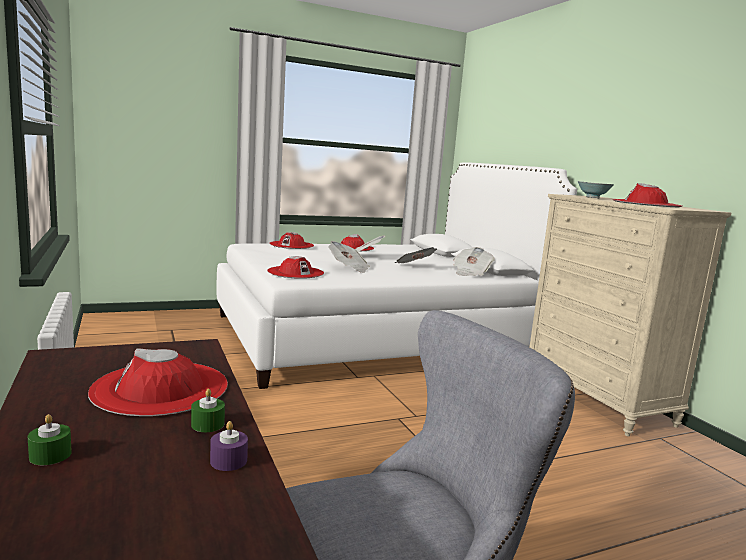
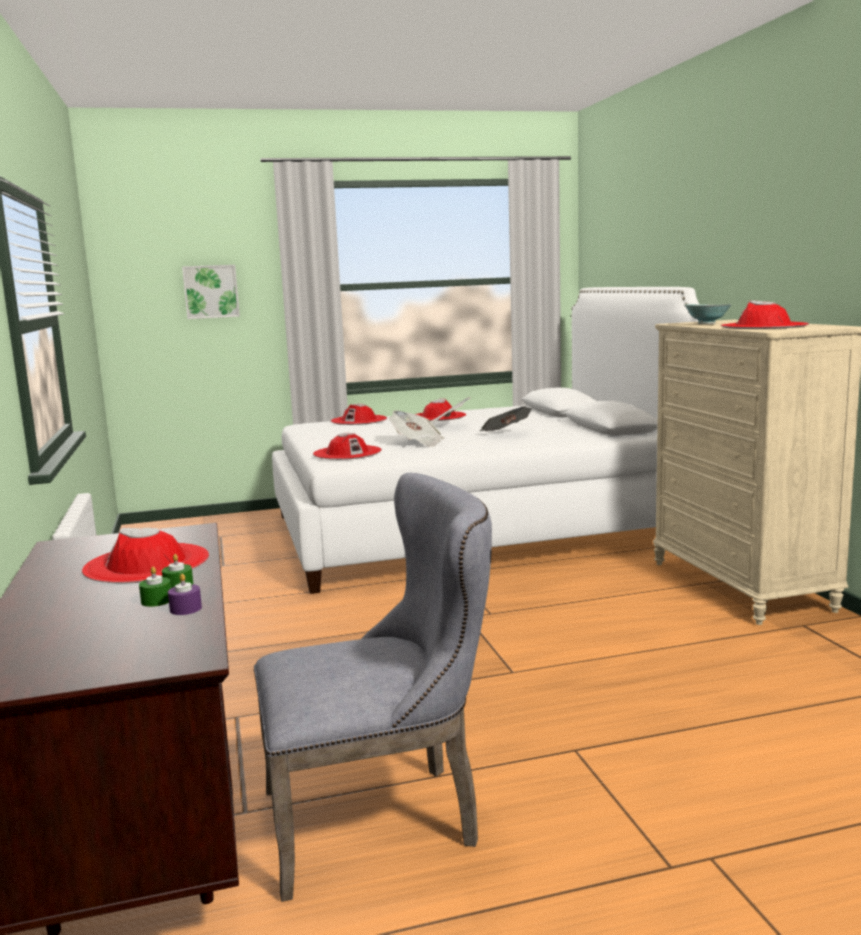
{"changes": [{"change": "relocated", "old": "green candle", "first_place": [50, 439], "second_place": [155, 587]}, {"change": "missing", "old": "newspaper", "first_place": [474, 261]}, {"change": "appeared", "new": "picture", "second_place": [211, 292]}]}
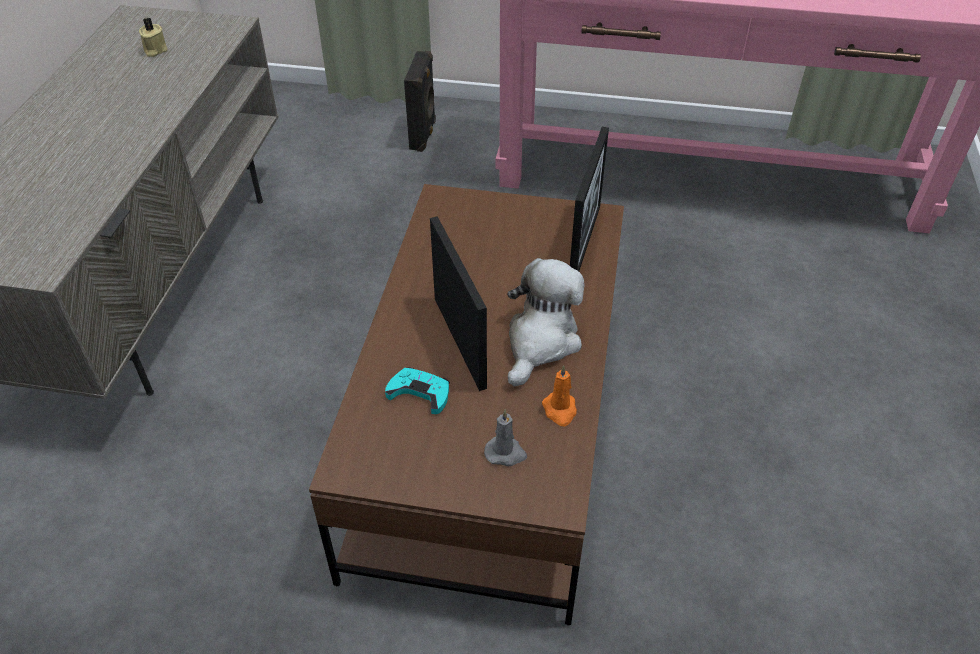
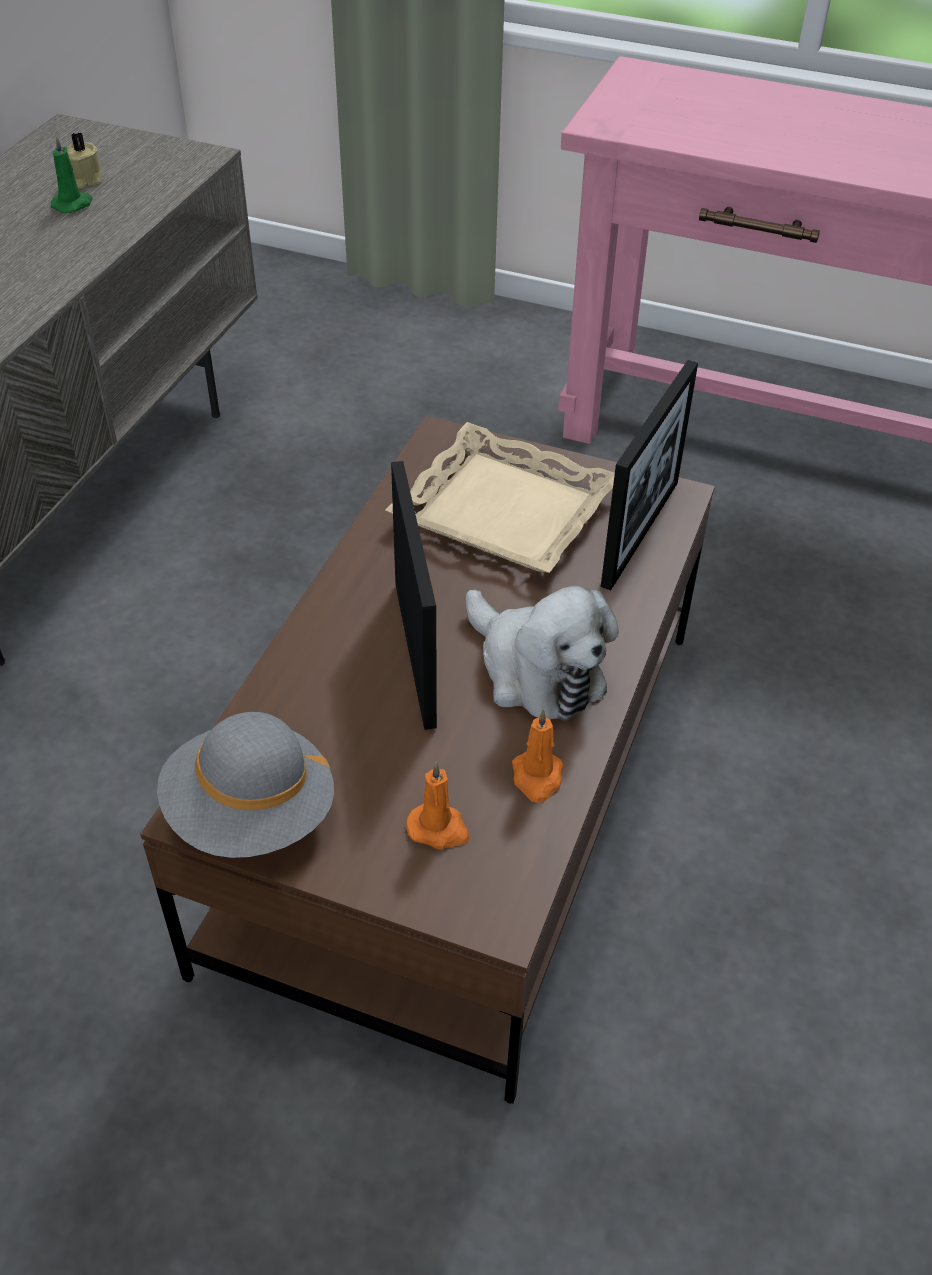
{"changes": [{"change": "missing", "old": "turquoise game controller", "first_place": [417, 390]}, {"change": "missing", "old": "black speaker", "first_place": [420, 101]}, {"change": "colour", "old": "grey candle", "new": "orange candle", "first_place": [505, 438], "second_place": [438, 805]}, {"change": "spun", "old": "plush toy", "first_place": [546, 322], "second_place": [542, 653], "degrees": 105}, {"change": "appeared", "new": "green candle", "second_place": [72, 174]}, {"change": "appeared", "new": "grey hat", "second_place": [245, 785]}, {"change": "appeared", "new": "beige tray", "second_place": [500, 497]}]}
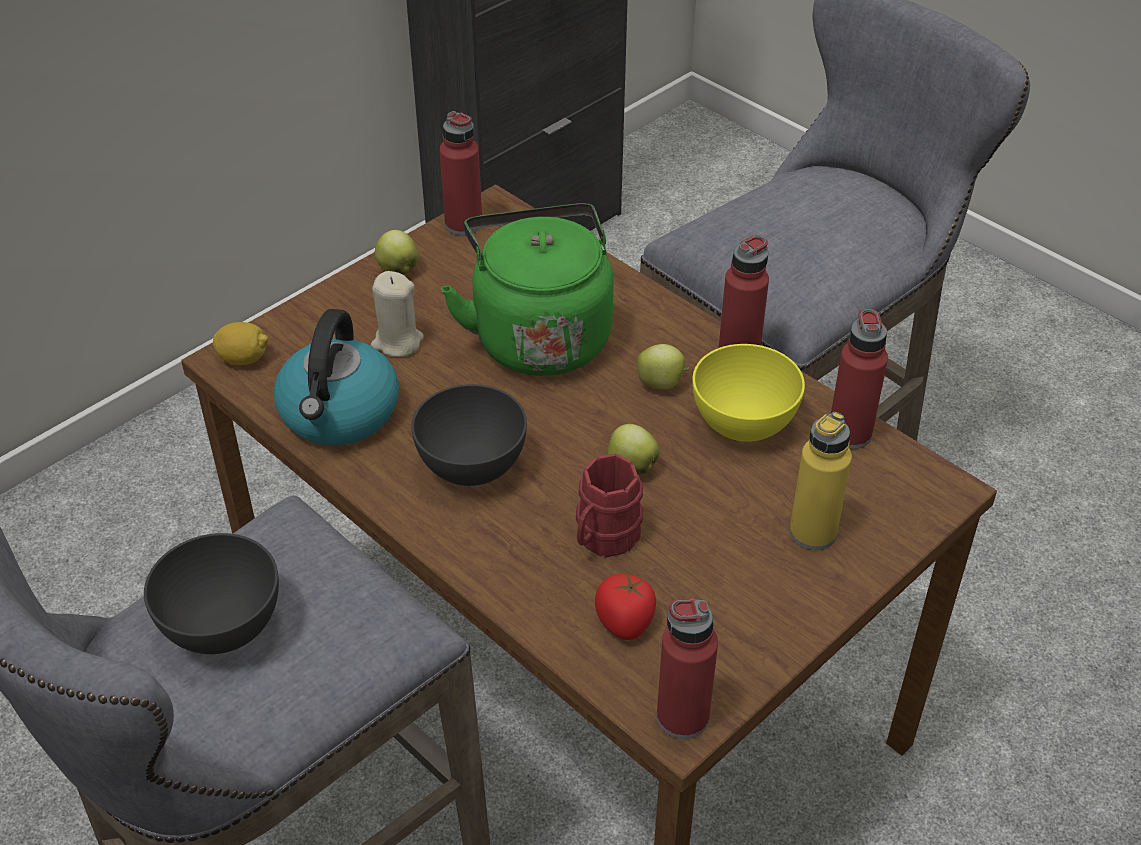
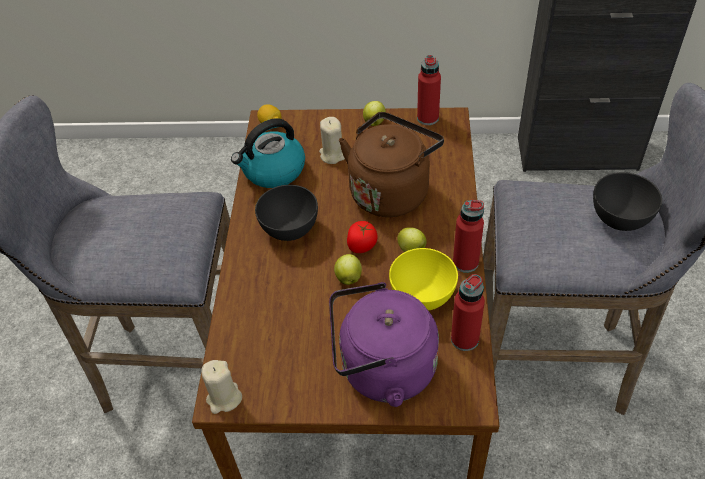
{"changes": [{"change": "relocated", "old": "grey bowl", "first_place": [211, 593], "second_place": [627, 201]}, {"change": "colour", "old": "green kettle", "new": "brown kettle", "first_place": [527, 289], "second_place": [391, 164]}, {"change": "missing", "old": "red mug", "first_place": [609, 505]}, {"change": "relocated", "old": "tomato", "first_place": [625, 607], "second_place": [362, 237]}, {"change": "exchanged", "old": "red bottle", "new": "beige candle", "first_place": [687, 668], "second_place": [221, 387]}, {"change": "exchanged", "old": "yellow bottle", "new": "purple kettle", "first_place": [821, 481], "second_place": [384, 344]}]}
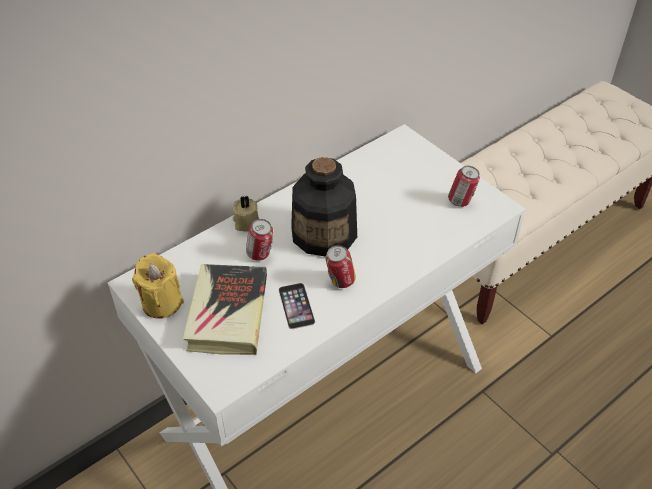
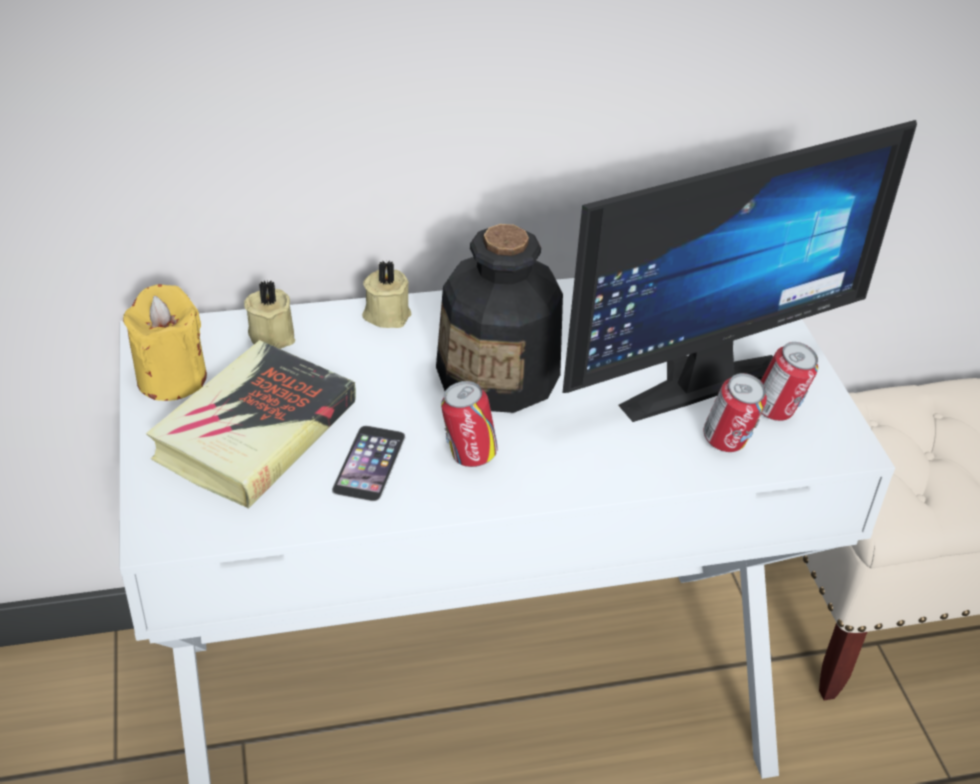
{"changes": [{"change": "relocated", "old": "can", "first_place": [259, 240], "second_place": [735, 412]}, {"change": "appeared", "new": "beige candle", "second_place": [269, 314]}, {"change": "appeared", "new": "monitor", "second_place": [739, 271]}]}
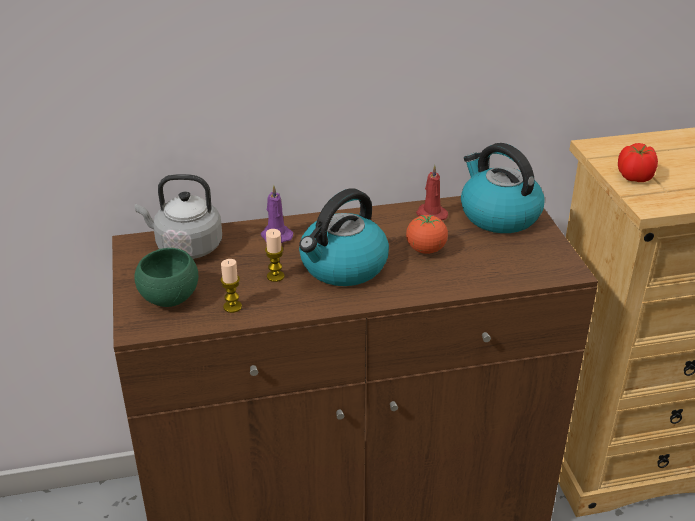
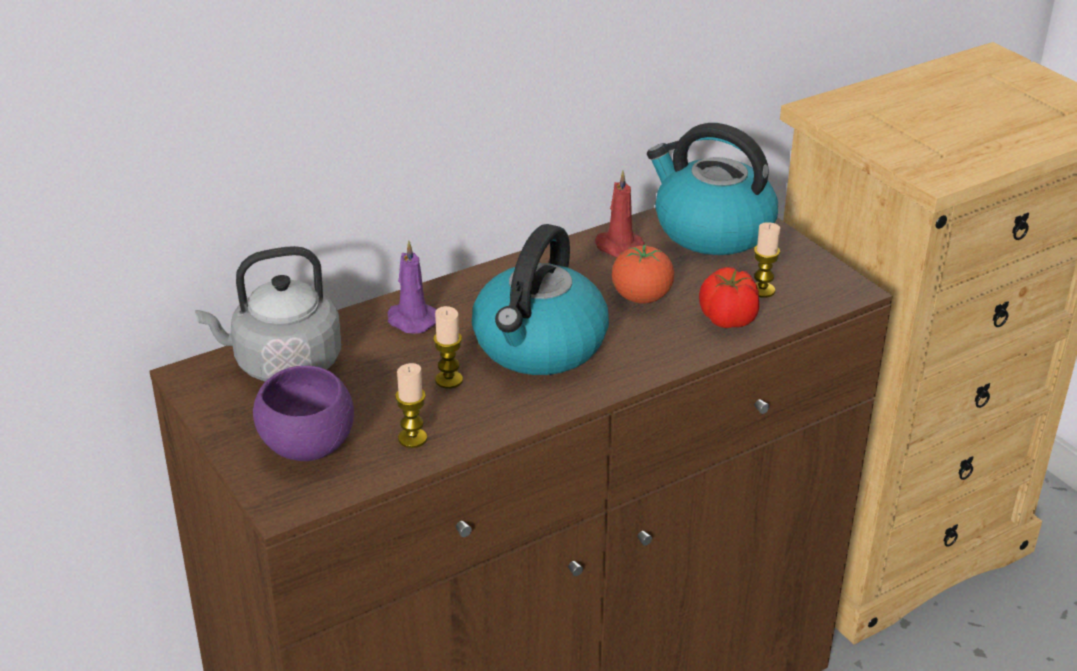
{"changes": [{"change": "colour", "old": "green bowl", "new": "purple bowl", "first_place": [166, 277], "second_place": [303, 413]}, {"change": "relocated", "old": "tomato", "first_place": [638, 162], "second_place": [729, 297]}, {"change": "appeared", "new": "candle", "second_place": [767, 260]}]}
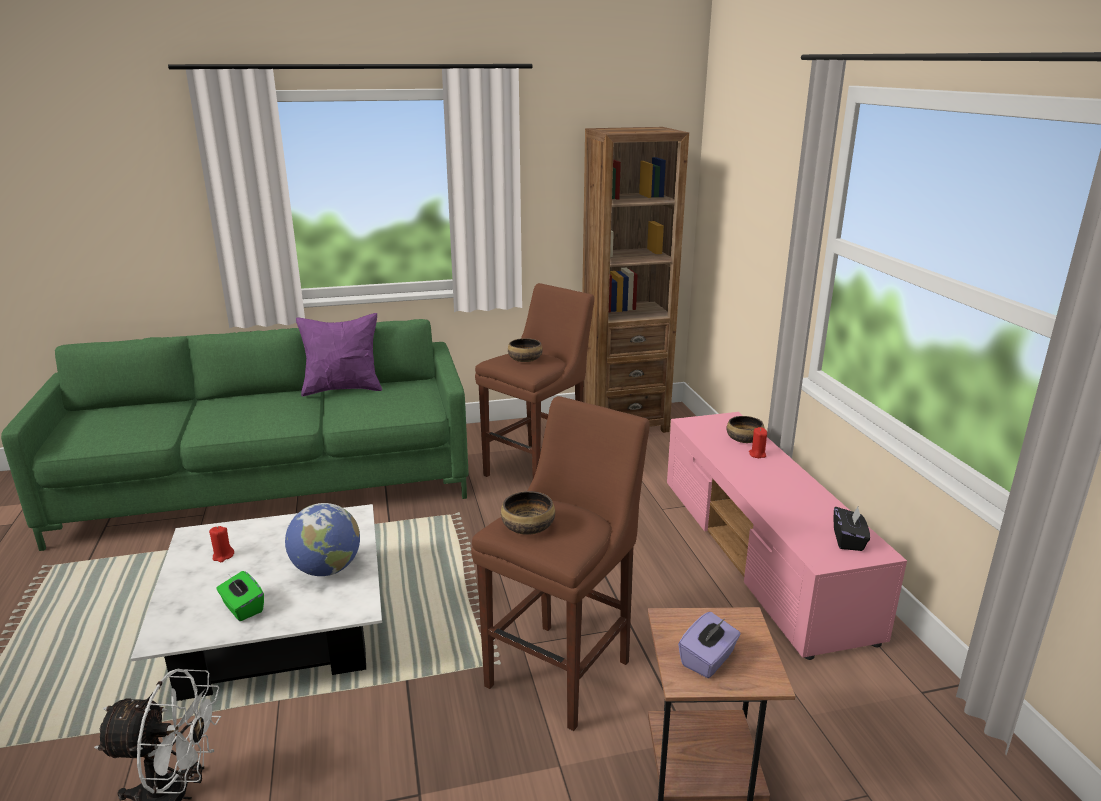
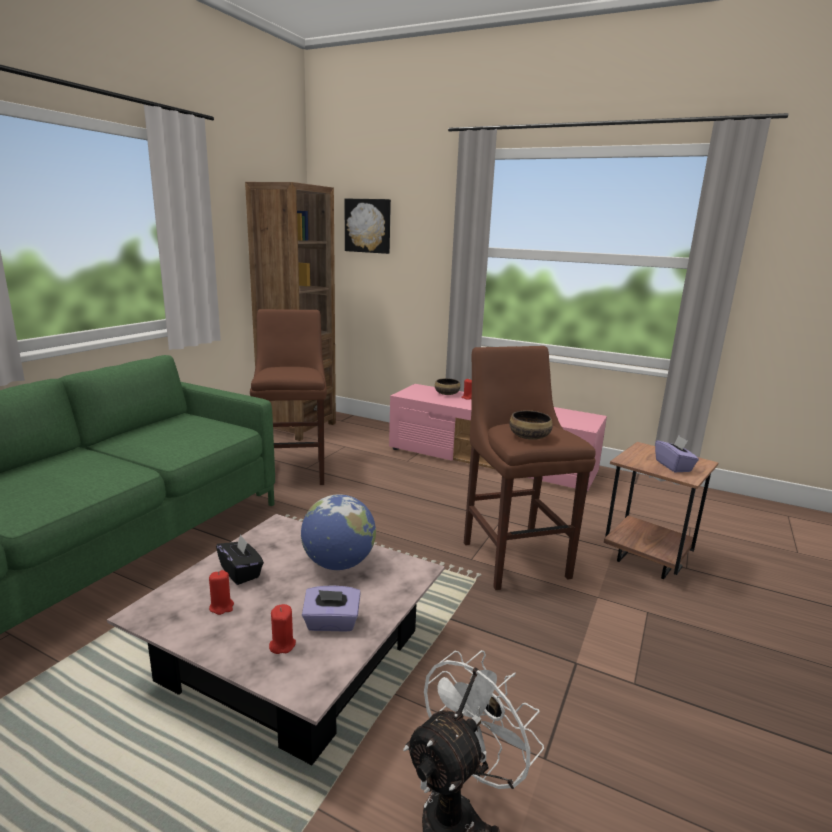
{"changes": [{"change": "colour", "old": "white coffee table", "new": "pink coffee table", "first_place": [256, 602], "second_place": [276, 639]}, {"change": "colour", "old": "green tissue box", "new": "purple tissue box", "first_place": [240, 596], "second_place": [331, 608]}, {"change": "missing", "old": "purple pillow", "first_place": [339, 354]}, {"change": "missing", "old": "bowl", "first_place": [525, 350]}, {"change": "relocated", "old": "black tissue box", "first_place": [851, 529], "second_place": [240, 559]}, {"change": "appeared", "new": "red candle", "second_place": [282, 629]}, {"change": "appeared", "new": "picture", "second_place": [368, 226]}]}
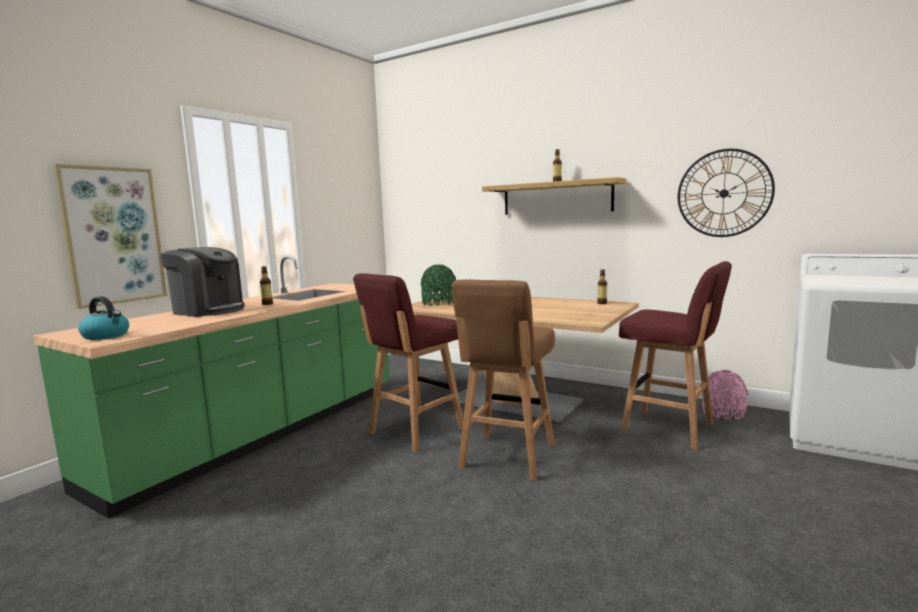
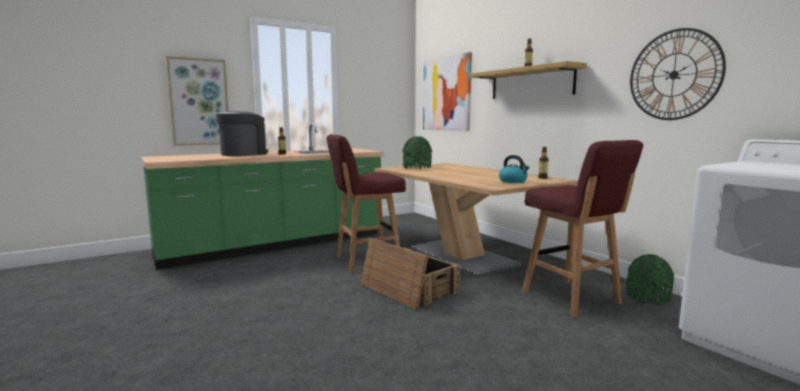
{"changes": [{"change": "relocated", "old": "kettle", "first_place": [103, 318], "second_place": [514, 169]}, {"change": "spun", "old": "coffee machine", "first_place": [202, 282], "second_place": [242, 133], "degrees": -105}, {"change": "exchanged", "old": "brown stool", "new": "crate", "first_place": [503, 380], "second_place": [410, 274]}, {"change": "colour", "old": "pink vase", "new": "green vase", "first_place": [725, 395], "second_place": [650, 279]}, {"change": "appeared", "new": "picture", "second_place": [447, 91]}]}
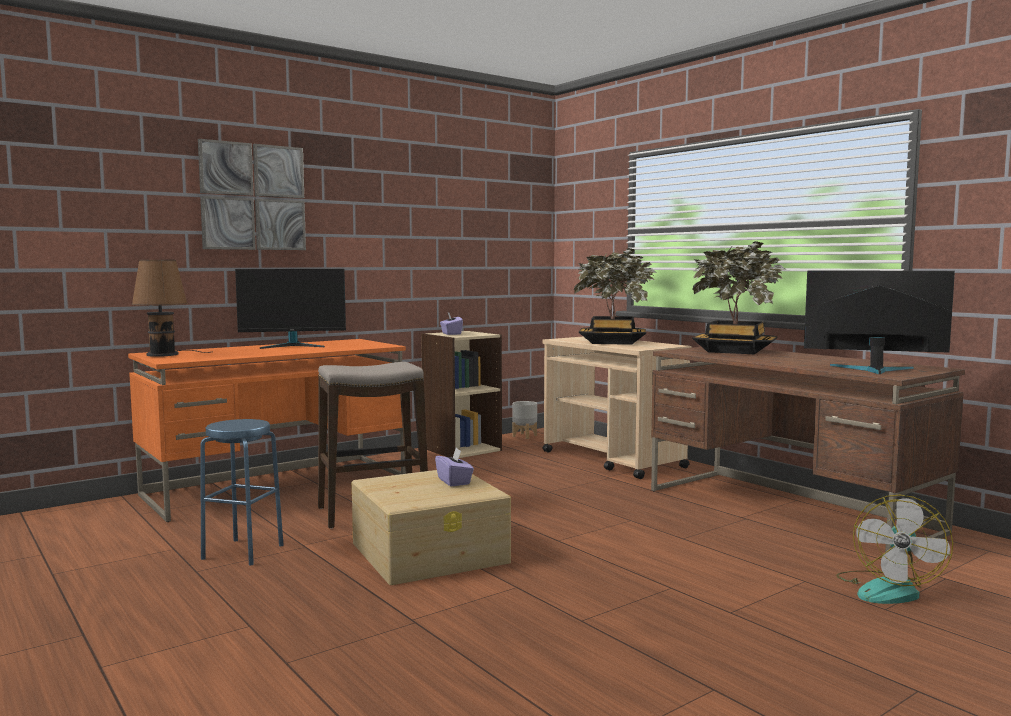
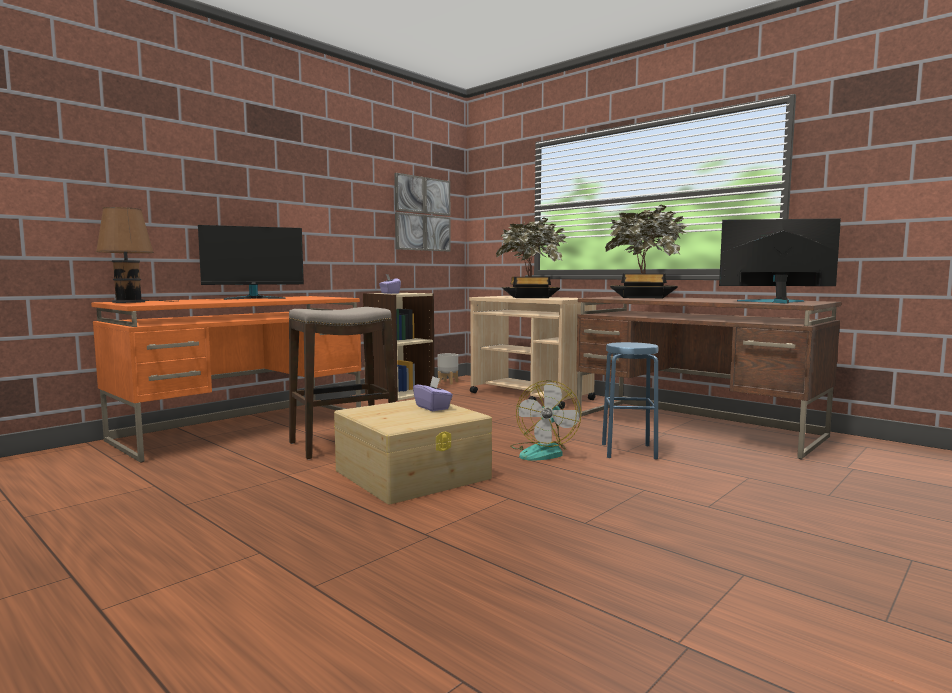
{"changes": [{"change": "relocated", "old": "picture", "first_place": [252, 194], "second_place": [422, 212]}, {"change": "relocated", "old": "blue stool", "first_place": [242, 492], "second_place": [630, 401]}, {"change": "relocated", "old": "fan", "first_place": [894, 549], "second_place": [545, 420]}]}
